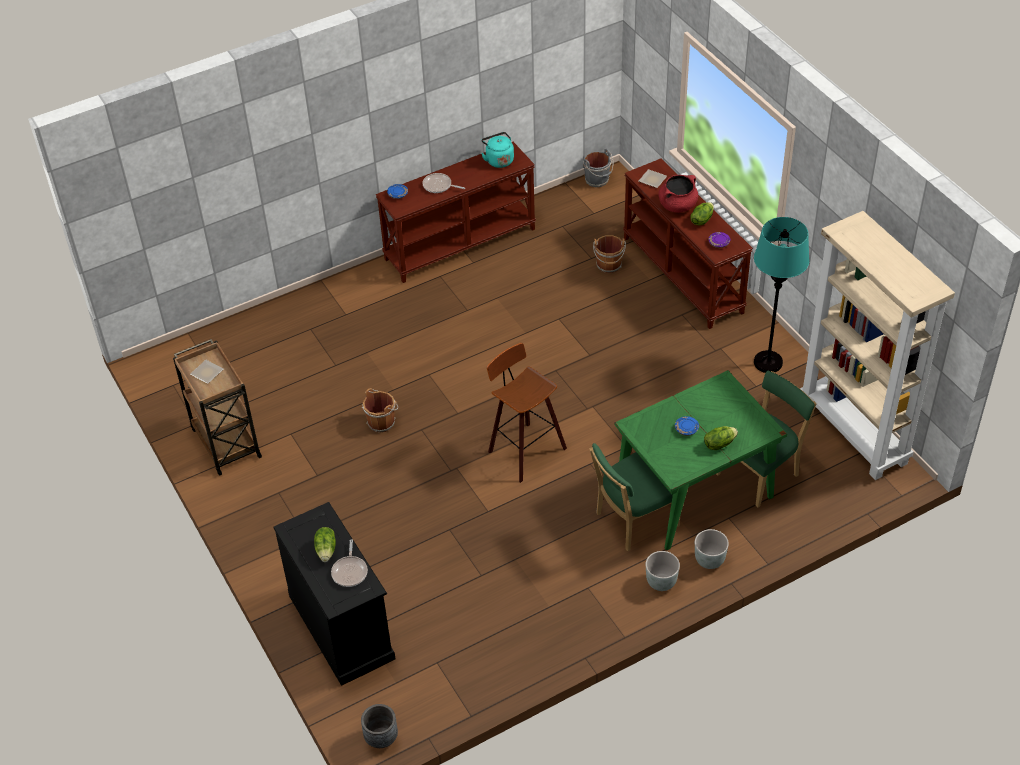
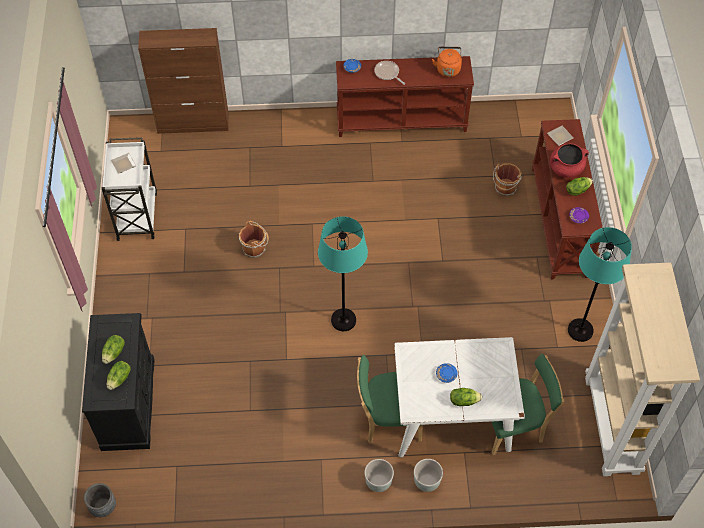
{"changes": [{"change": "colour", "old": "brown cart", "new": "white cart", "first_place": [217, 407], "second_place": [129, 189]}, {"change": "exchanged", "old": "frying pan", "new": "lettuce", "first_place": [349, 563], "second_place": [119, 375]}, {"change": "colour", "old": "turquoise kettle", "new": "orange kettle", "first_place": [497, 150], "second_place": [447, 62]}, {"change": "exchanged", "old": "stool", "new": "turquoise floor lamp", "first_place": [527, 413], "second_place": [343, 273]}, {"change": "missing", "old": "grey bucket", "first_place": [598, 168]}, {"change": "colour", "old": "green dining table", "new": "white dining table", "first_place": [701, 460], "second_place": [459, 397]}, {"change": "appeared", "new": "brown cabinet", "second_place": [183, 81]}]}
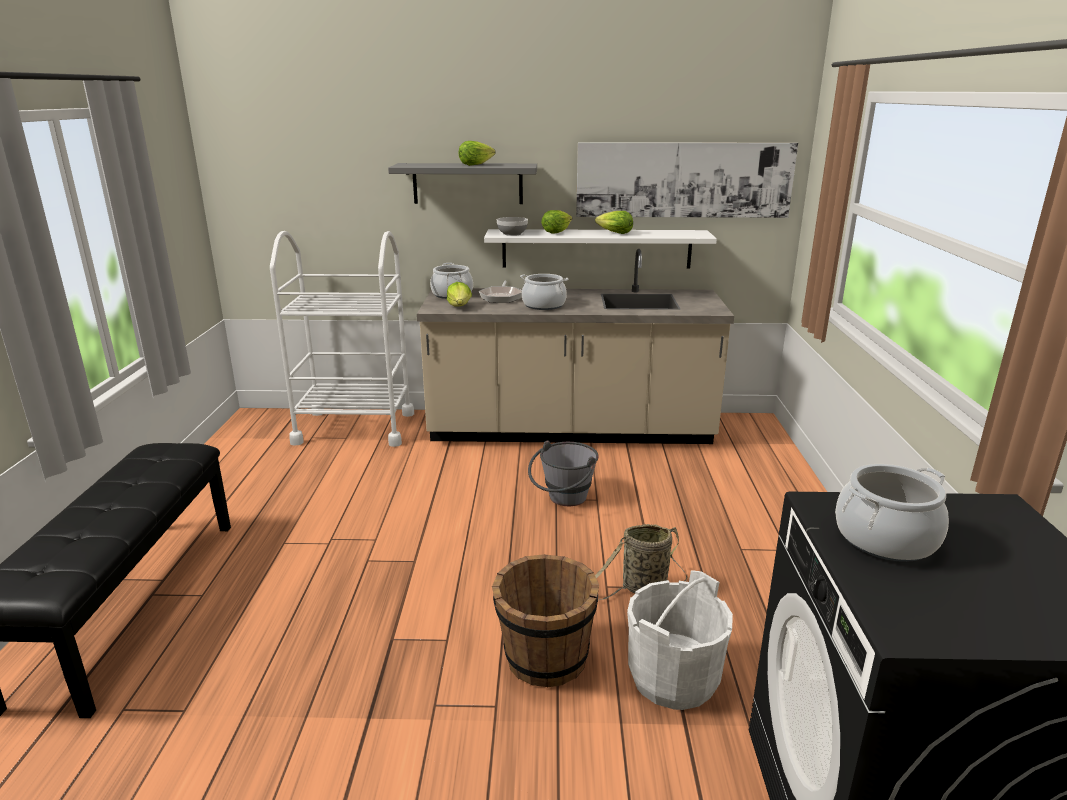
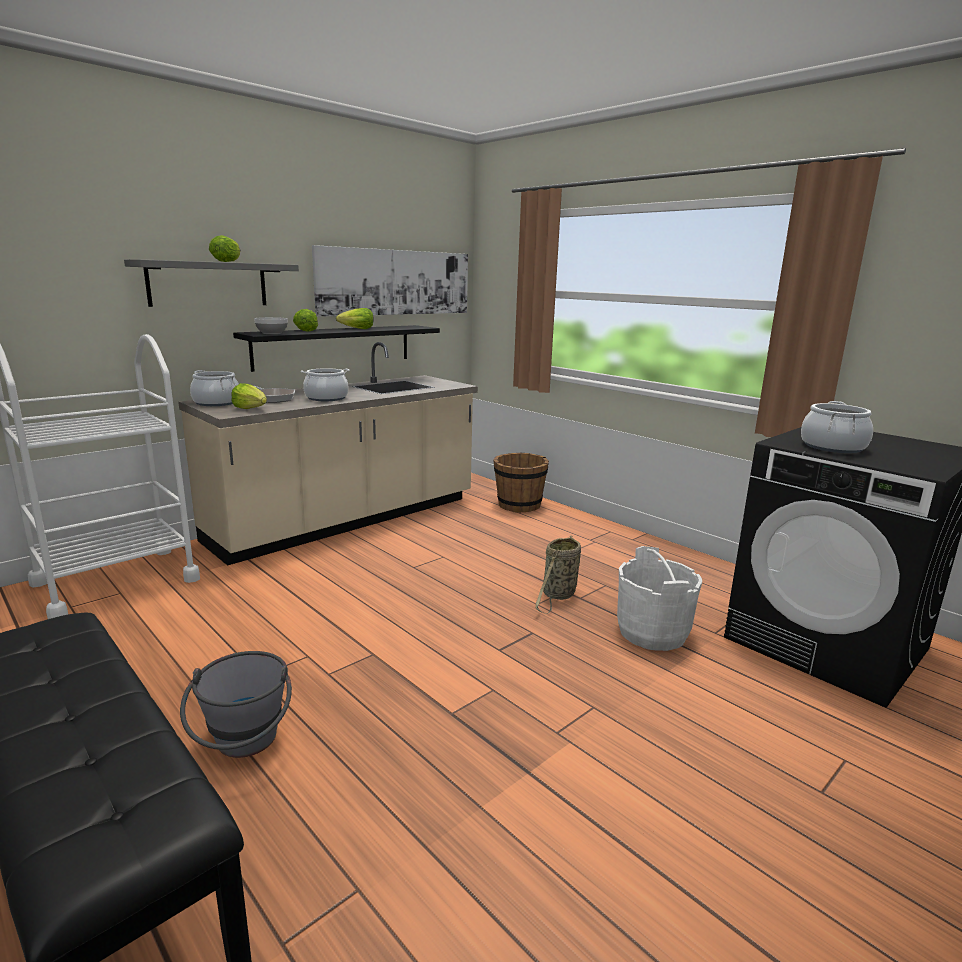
{"changes": [{"change": "colour", "old": "white shelf", "new": "black shelf", "first_place": [600, 248], "second_place": [336, 348]}, {"change": "relocated", "old": "brown bucket", "first_place": [545, 620], "second_place": [521, 483]}, {"change": "relocated", "old": "grey bucket", "first_place": [563, 473], "second_place": [236, 704]}]}
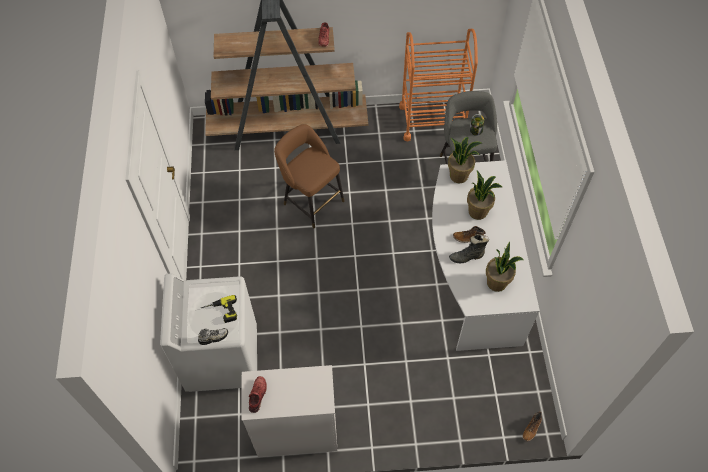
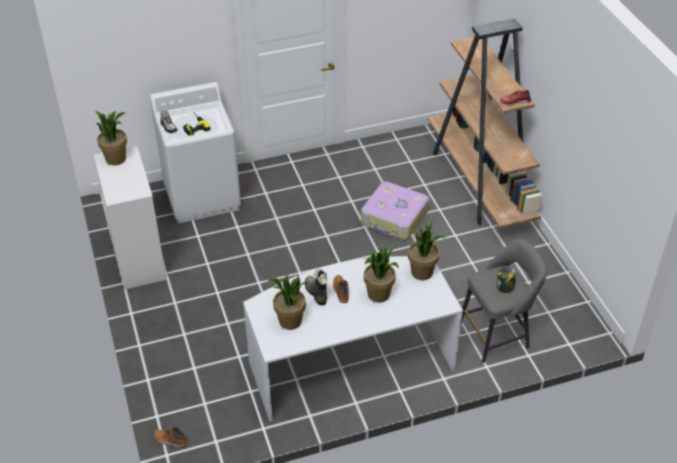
{"changes": [{"change": "exchanged", "old": "red shoe", "new": "potted plant", "first_place": [258, 394], "second_place": [111, 138]}, {"change": "exchanged", "old": "brown stool", "new": "suitcase", "first_place": [309, 176], "second_place": [395, 210]}, {"change": "missing", "old": "orange cart", "first_place": [438, 85]}]}
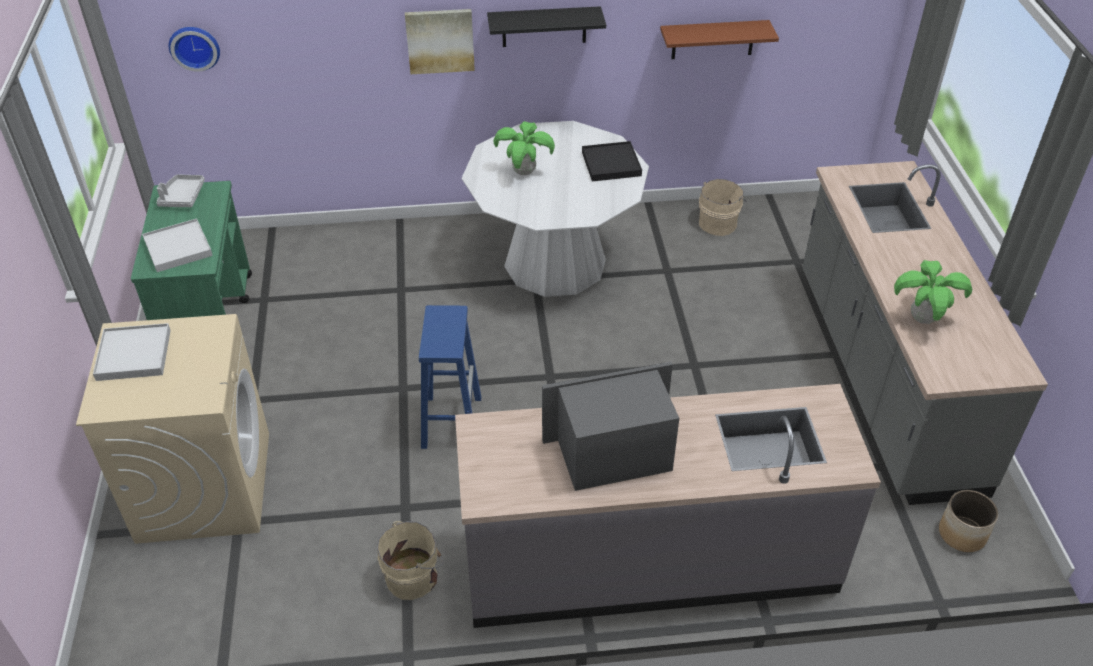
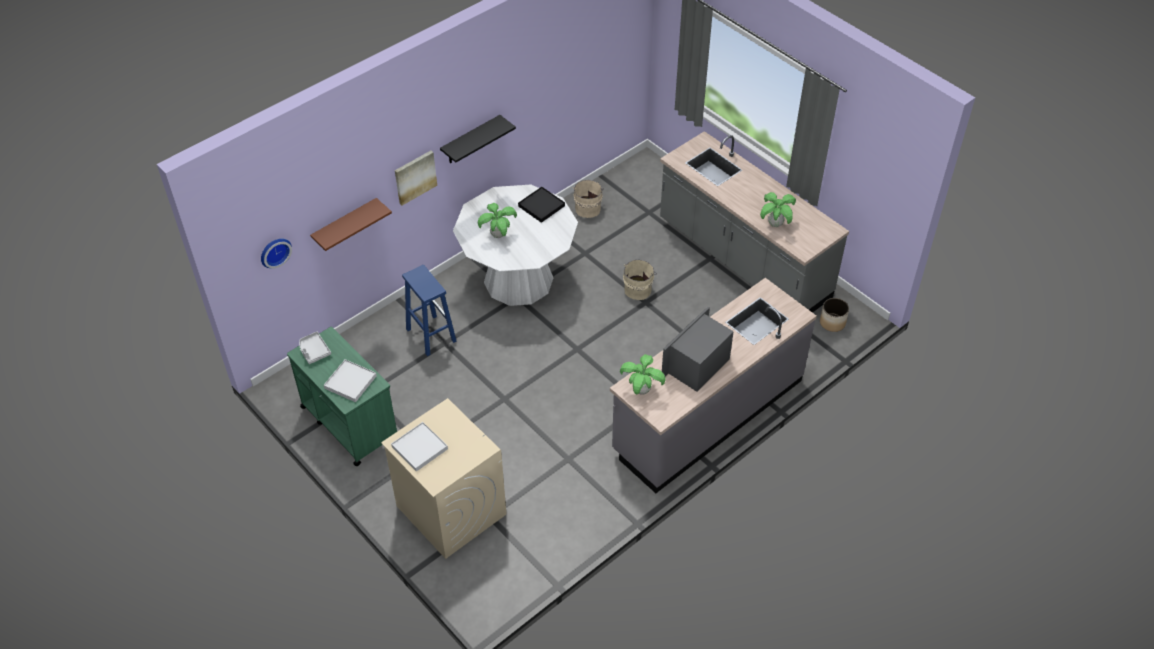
{"changes": [{"change": "relocated", "old": "beige bucket", "first_place": [410, 560], "second_place": [640, 280]}, {"change": "relocated", "old": "blue stool", "first_place": [450, 377], "second_place": [429, 310]}, {"change": "relocated", "old": "brown shelf", "first_place": [719, 39], "second_place": [351, 224]}, {"change": "appeared", "new": "potted plant", "second_place": [642, 374]}]}
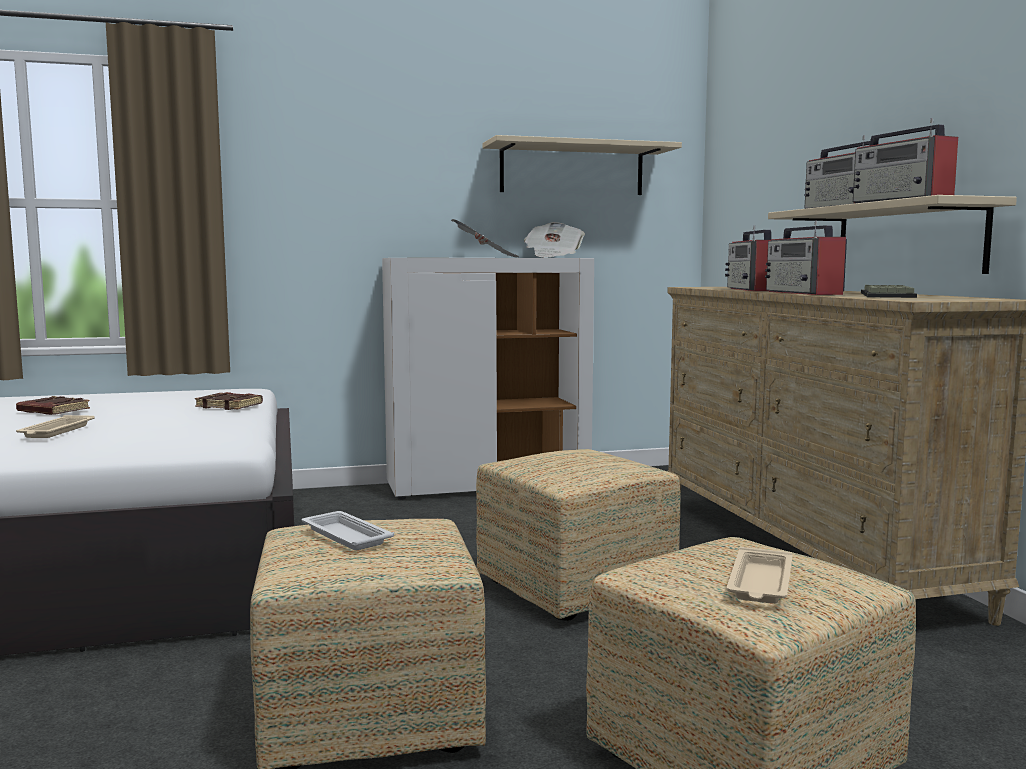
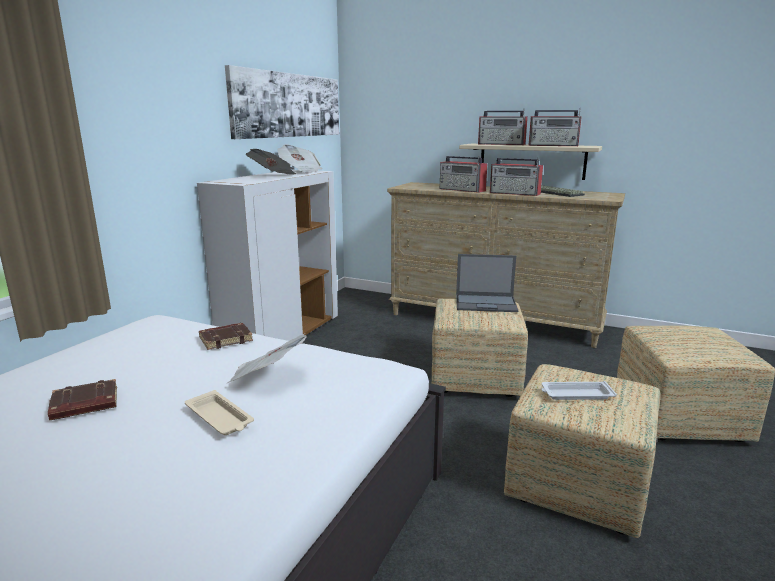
{"changes": [{"change": "exchanged", "old": "beige shelf", "new": "picture", "first_place": [582, 165], "second_place": [282, 102]}, {"change": "missing", "old": "beige tray", "first_place": [760, 575]}, {"change": "appeared", "new": "newspaper", "second_place": [266, 359]}, {"change": "appeared", "new": "laptop", "second_place": [487, 283]}]}
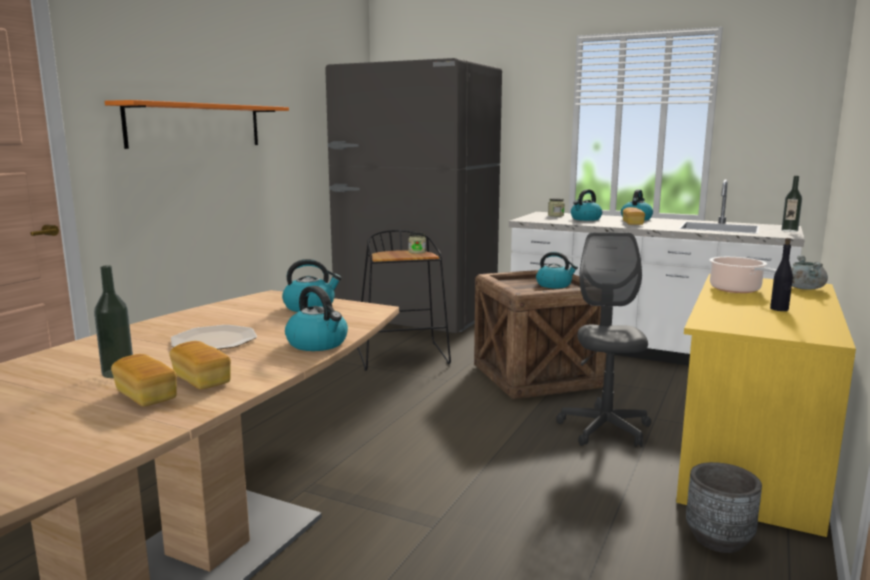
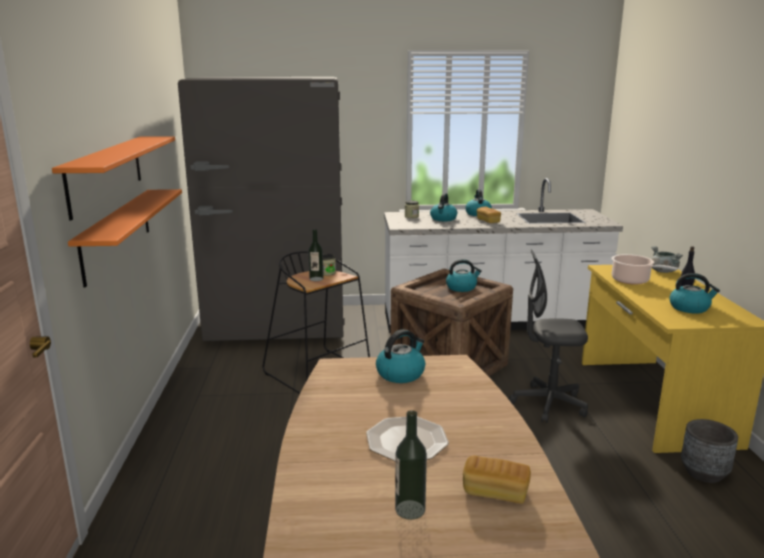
{"changes": [{"change": "missing", "old": "bread", "first_place": [144, 380]}, {"change": "relocated", "old": "kettle", "first_place": [316, 318], "second_place": [695, 293]}, {"change": "spun", "old": "grey office chair", "first_place": [603, 339], "second_place": [548, 336], "degrees": -60}, {"change": "relocated", "old": "bottle", "first_place": [791, 204], "second_place": [315, 255]}, {"change": "appeared", "new": "orange shelf", "second_place": [125, 238]}]}
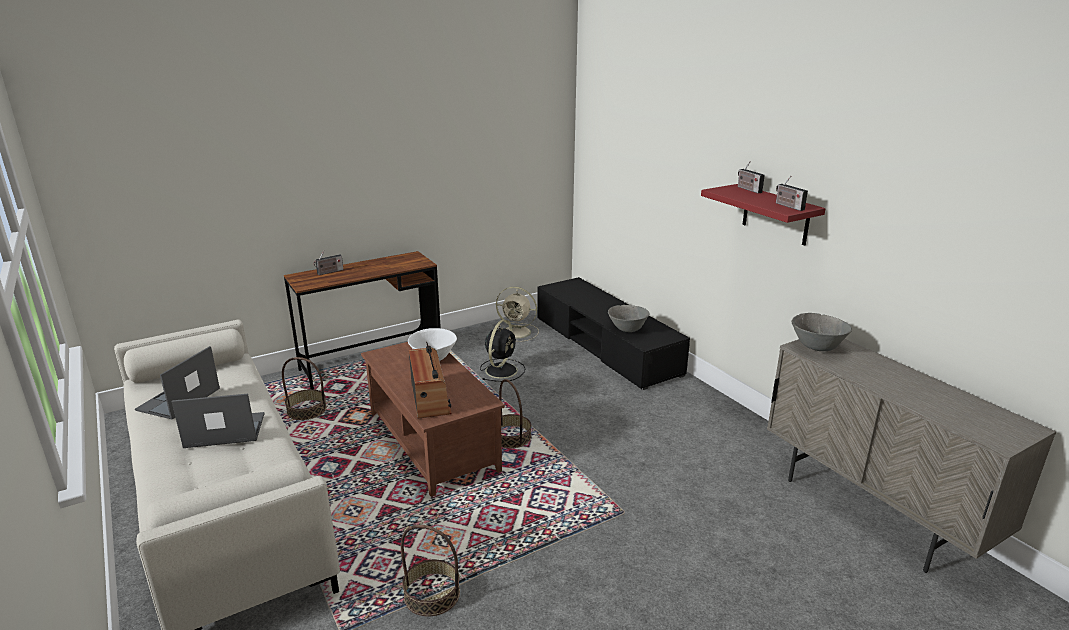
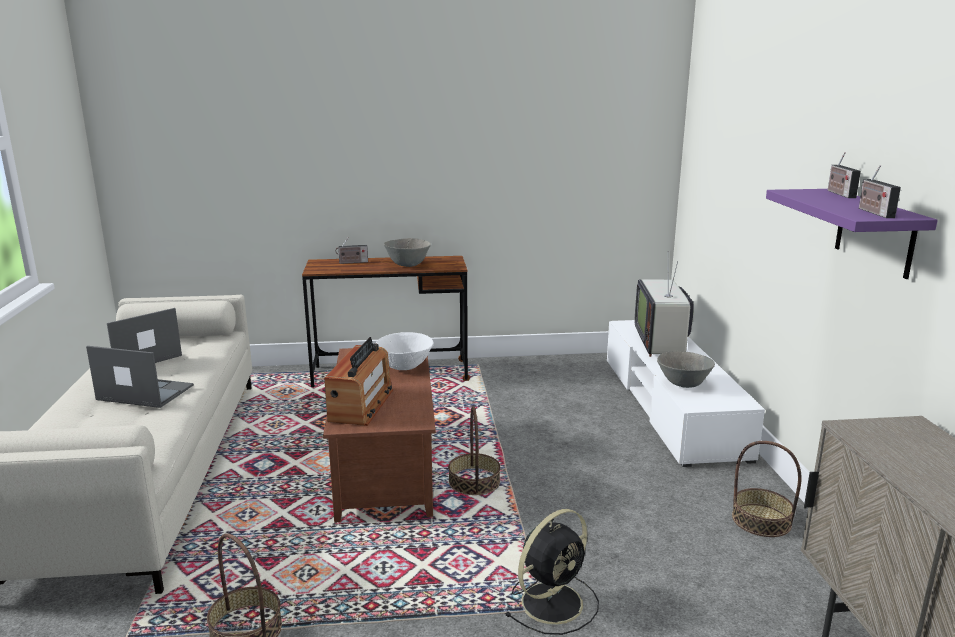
{"changes": [{"change": "relocated", "old": "basket", "first_place": [304, 388], "second_place": [767, 489]}, {"change": "relocated", "old": "black fan", "first_place": [502, 351], "second_place": [552, 572]}, {"change": "missing", "old": "beige fan", "first_place": [517, 314]}, {"change": "colour", "old": "black tv stand", "new": "white tv stand", "first_place": [613, 333], "second_place": [686, 393]}, {"change": "colour", "old": "red shelf", "new": "purple shelf", "first_place": [763, 215], "second_place": [852, 234]}, {"change": "relocated", "old": "grey bowl", "first_place": [821, 332], "second_place": [407, 252]}, {"change": "appeared", "new": "television", "second_place": [664, 309]}]}
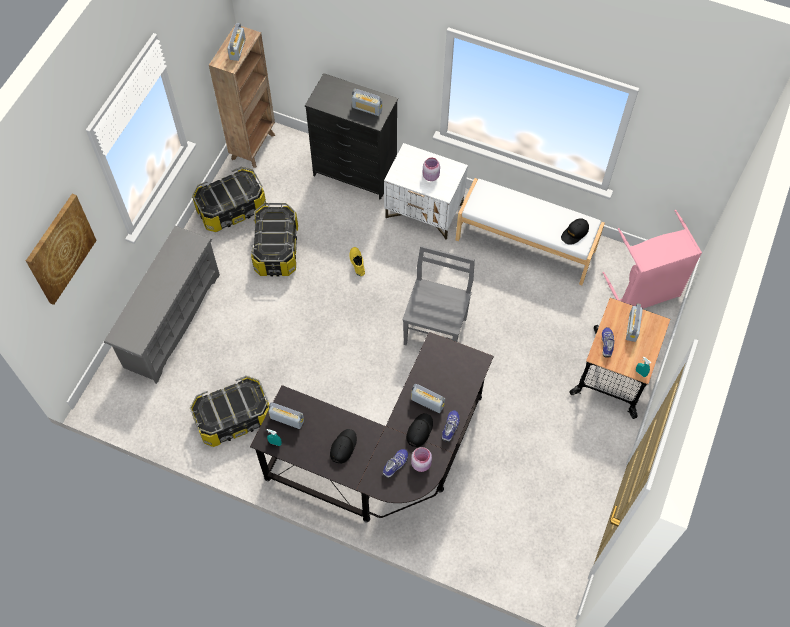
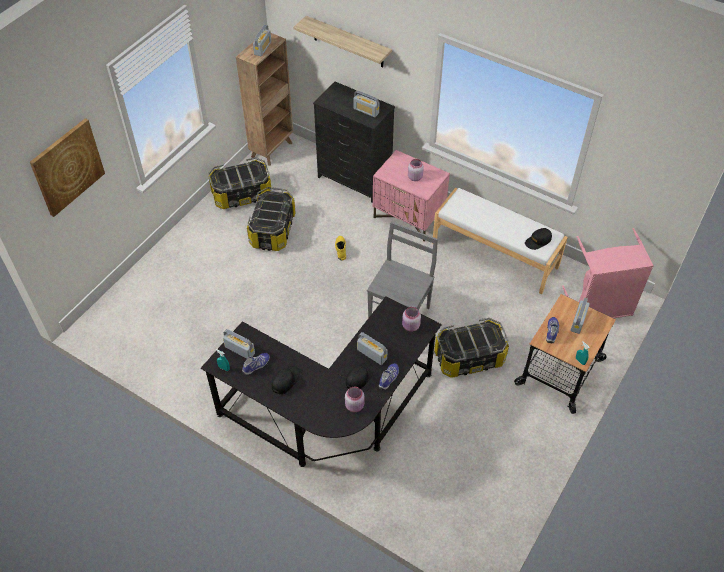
{"changes": [{"change": "missing", "old": "grey shoe rack", "first_place": [162, 305]}, {"change": "relocated", "old": "storage box", "first_place": [229, 411], "second_place": [471, 348]}, {"change": "relocated", "old": "shoe", "first_place": [395, 463], "second_place": [256, 364]}, {"change": "colour", "old": "white nightstand", "new": "pink nightstand", "first_place": [426, 191], "second_place": [411, 196]}, {"change": "appeared", "new": "shelf", "second_place": [342, 41]}, {"change": "appeared", "new": "pink jar", "second_place": [411, 319]}]}
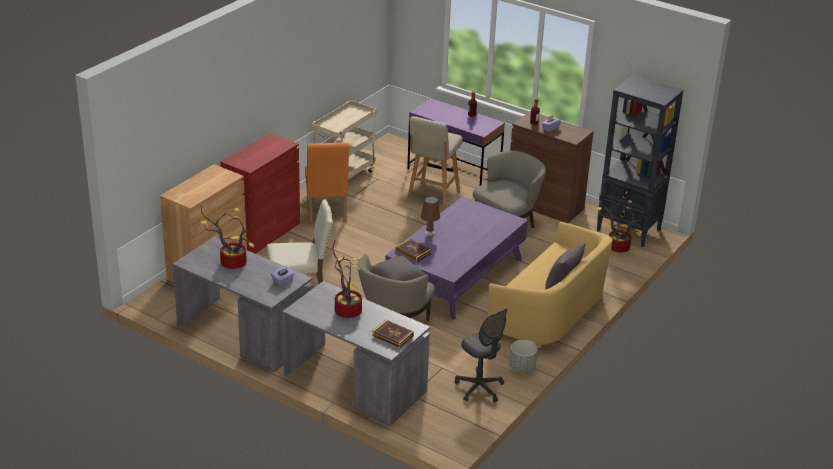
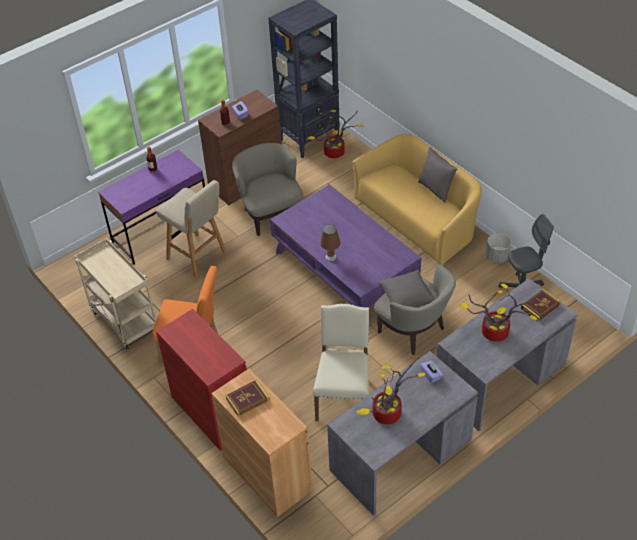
{"changes": [{"change": "relocated", "old": "book", "first_place": [413, 250], "second_place": [248, 398]}]}
